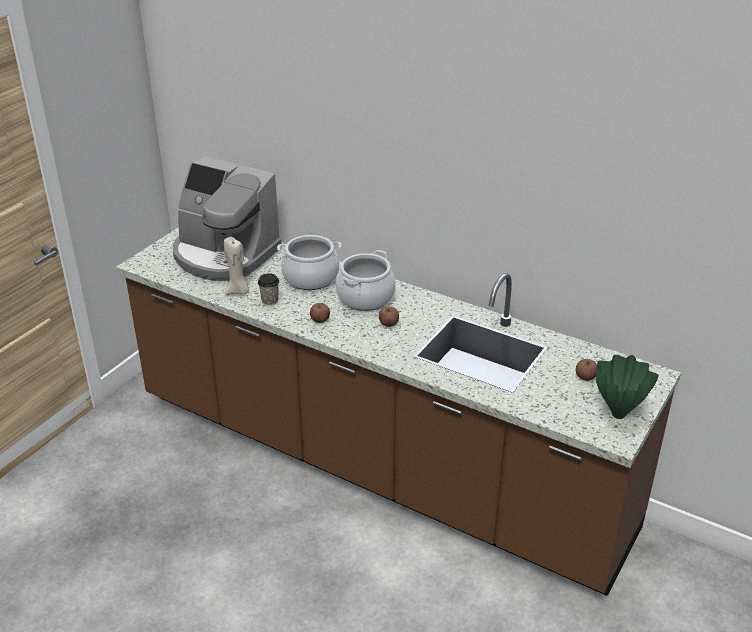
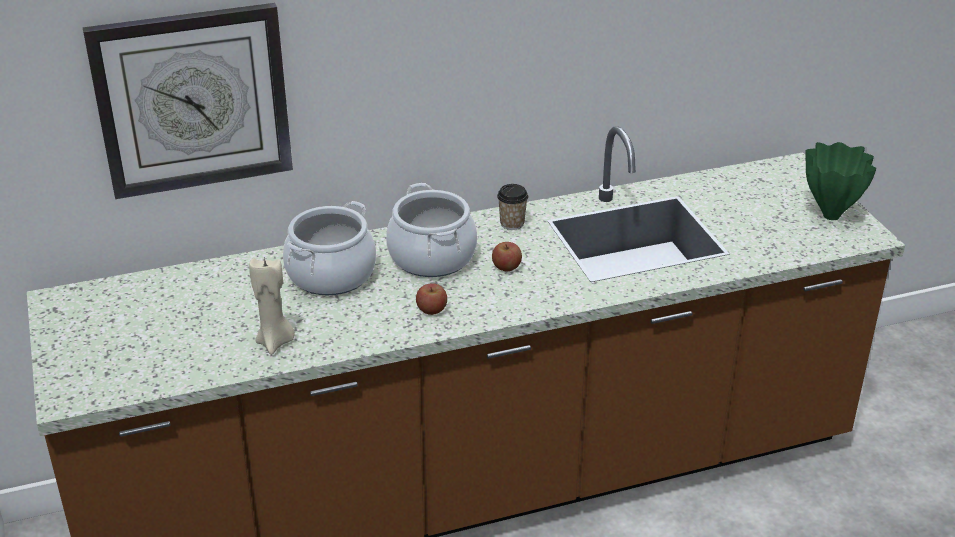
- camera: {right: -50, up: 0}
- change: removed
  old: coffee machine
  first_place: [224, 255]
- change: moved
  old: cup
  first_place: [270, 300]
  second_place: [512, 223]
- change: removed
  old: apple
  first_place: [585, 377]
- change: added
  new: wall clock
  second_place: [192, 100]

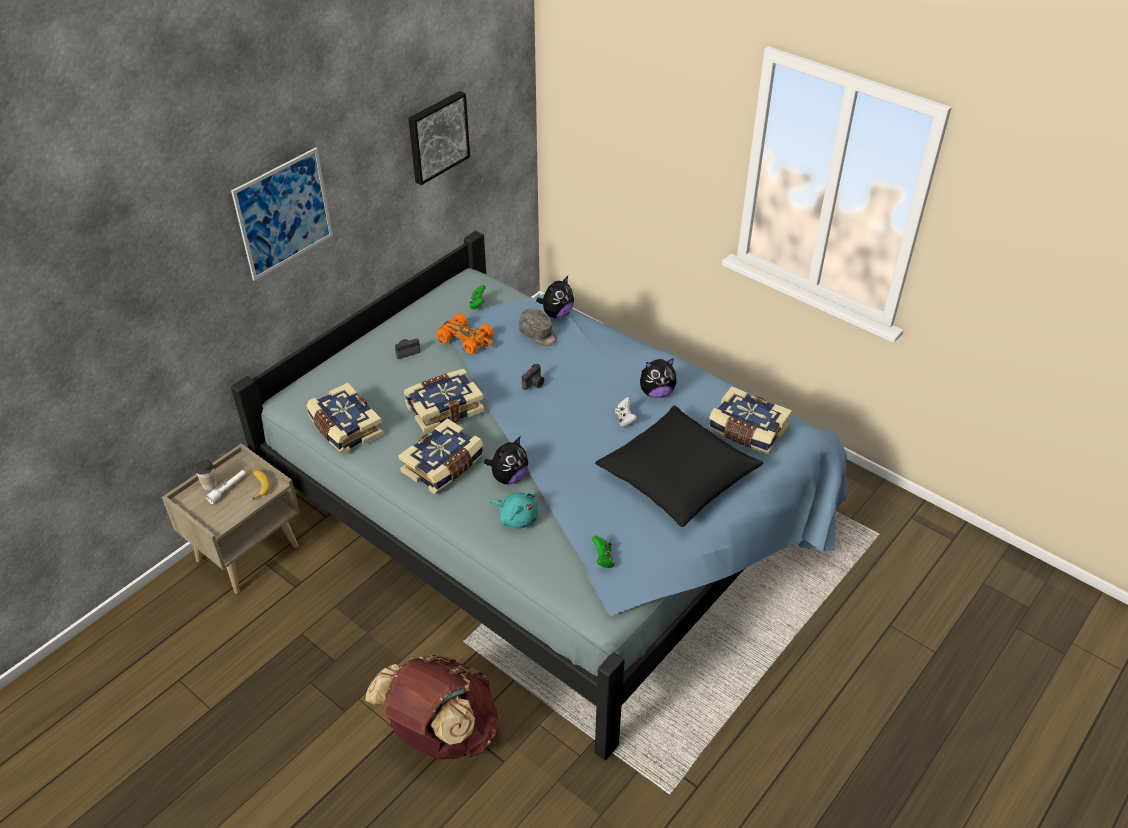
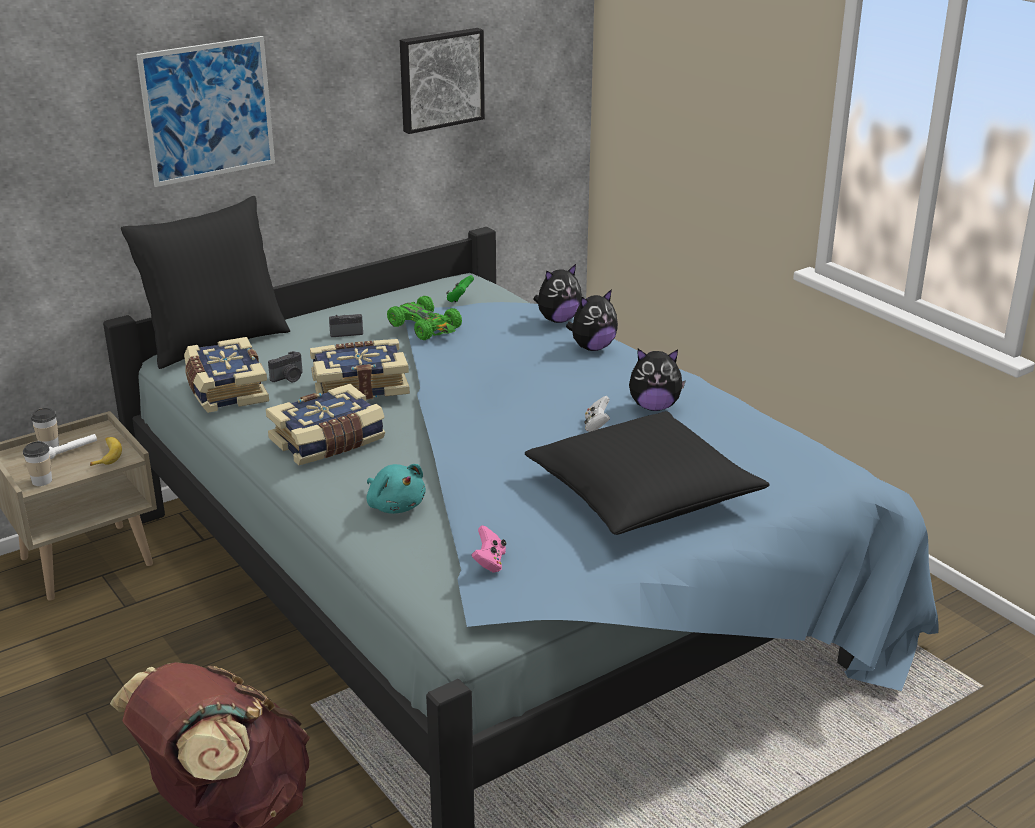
- camera: {right: 15, up: -15}
- change: recoloured
  old: orange toy car
  new: green toy car
  first_place: [466, 339]
  second_place: [426, 327]
- change: moved
  old: plush toy
  first_place: [508, 477]
  second_place: [592, 347]
- change: removed
  old: grey cap
  first_place: [538, 334]
- change: moved
  old: photo camera
  first_place: [534, 384]
  second_place: [288, 378]
- change: recoloured
  old: green game controller
  new: pink game controller
  first_place: [603, 559]
  second_place: [489, 562]
- change: removed
  old: book
  first_place: [747, 431]
- change: added
  new: cup
  second_place: [42, 481]
- change: added
  new: black pillow
  second_place: [215, 342]

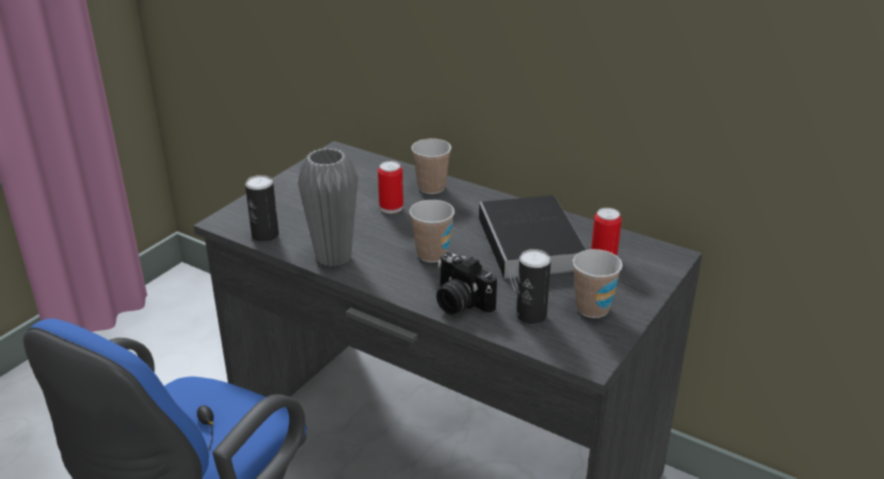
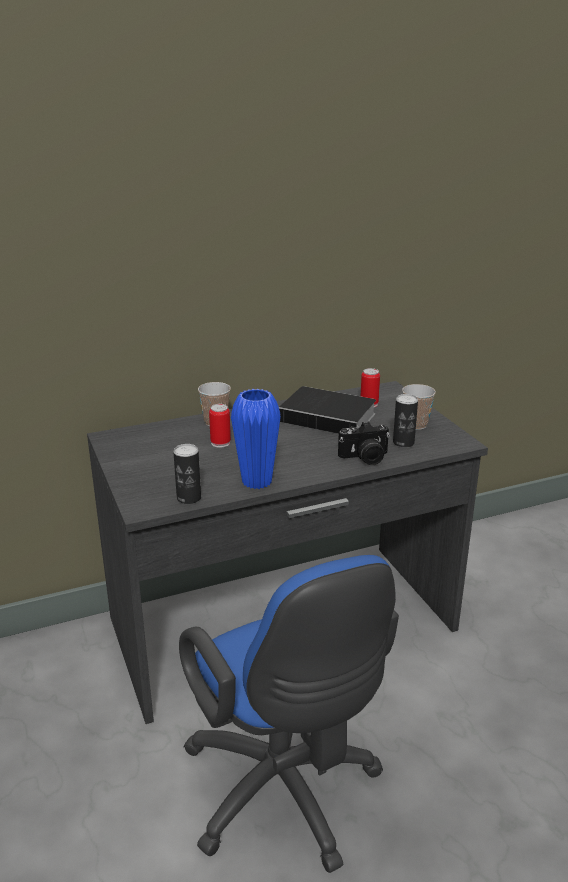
- camera: {right: -55, up: -5}
- change: recoloured
  old: grey vase
  new: blue vase
  first_place: [333, 257]
  second_place: [256, 481]
- change: removed
  old: cup
  first_place: [432, 254]

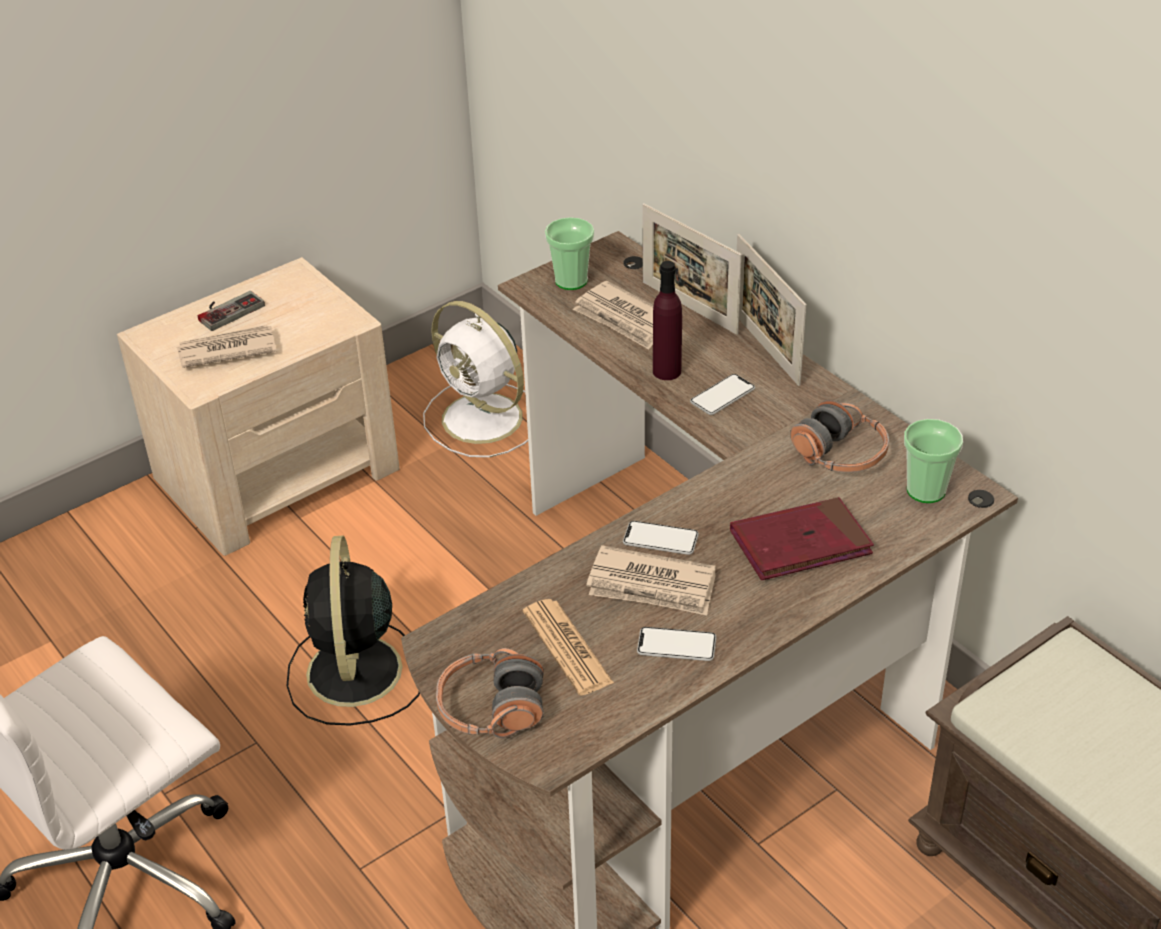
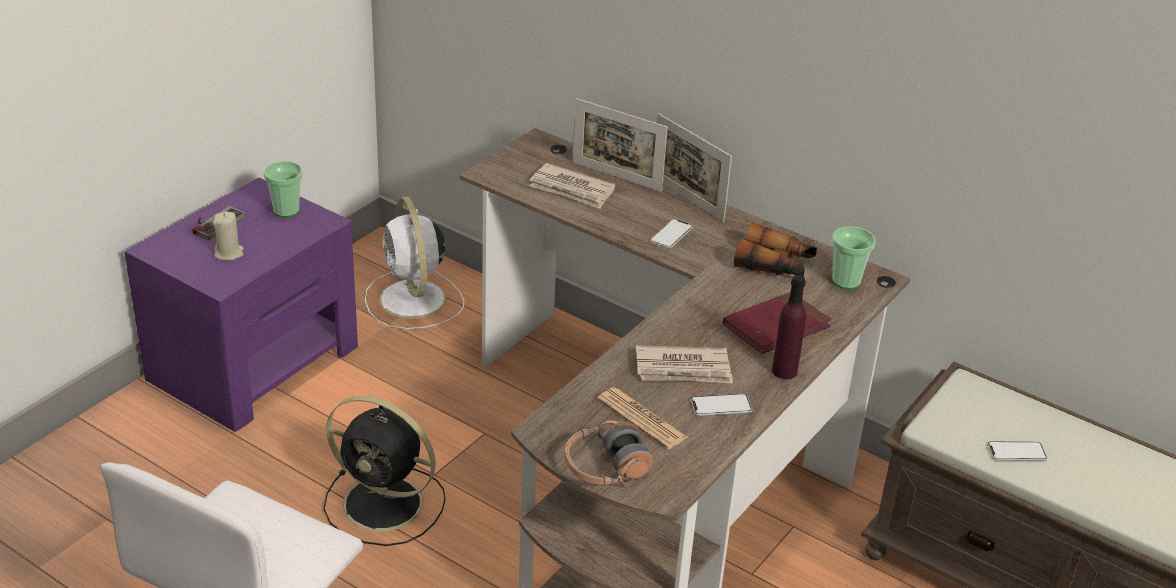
- camera: {right: -20, up: -5}
- change: recoloured
  old: beige nightstand
  new: purple nightstand
  first_place: [278, 473]
  second_place: [255, 362]
- change: replaced
  old: newspaper
  new: beige candle
  first_place: [226, 350]
  second_place: [229, 253]
- change: turned
  old: black fan
  first_place: [354, 674]
  second_place: [386, 505]
  degrees: -45
- change: turned
  old: white fan
  first_place: [485, 420]
  second_place: [413, 301]
  degrees: 45
- change: moved
  old: cup
  first_place: [571, 281]
  second_place: [286, 210]
- change: moved
  old: phone
  first_place: [660, 539]
  second_place: [1016, 452]
- change: moved
  old: purple bottle
  first_place: [667, 371]
  second_place: [784, 371]
- change: replaced
  old: headphones
  new: binoculars
  first_place: [840, 454]
  second_place: [775, 264]

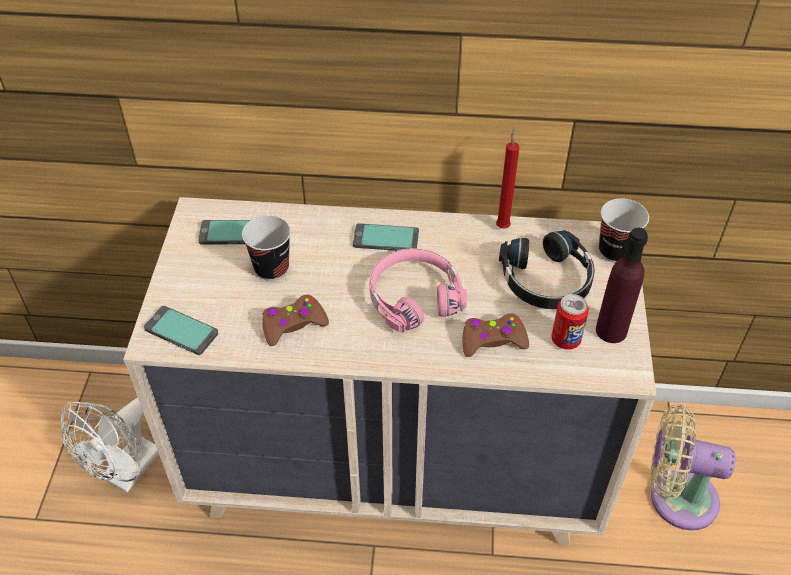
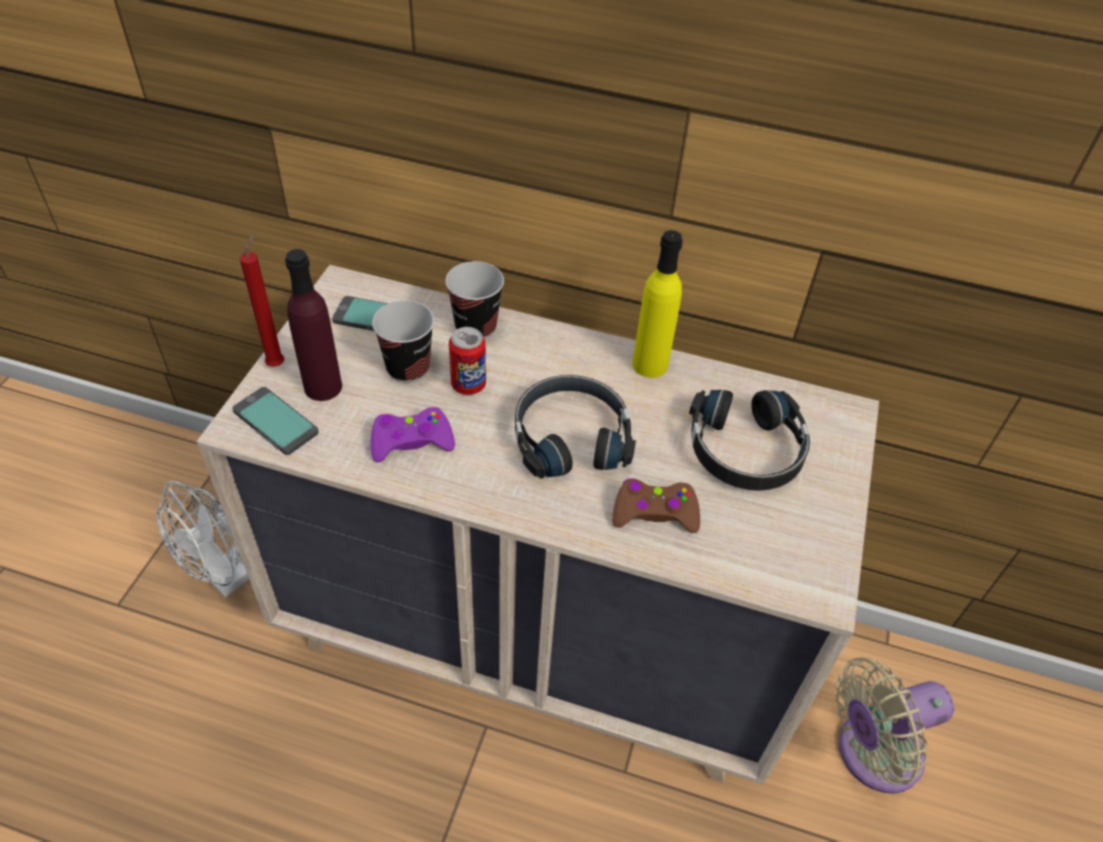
- camera: {right: 10, up: 0}
- change: recoloured
  old: brown game controller
  new: purple game controller
  first_place: [293, 325]
  second_place: [411, 441]
- change: removed
  old: phone
  first_place: [386, 239]
- change: recoloured
  old: pink headphones
  new: black headphones
  first_place: [413, 296]
  second_place: [570, 436]
- change: moved
  old: red candle
  first_place: [503, 226]
  second_place: [278, 363]
- change: moved
  old: can
  first_place: [565, 340]
  second_place: [468, 385]
- change: moved
  old: purple bottle
  first_place: [611, 330]
  second_place: [323, 387]
- change: moved
  old: cup
  first_place: [615, 251]
  second_place: [476, 327]
- change: turned
  old: beige fan
  first_place: [676, 497]
  second_place: [871, 753]
  degrees: -45
- change: added
  new: yellow bottle
  second_place: [650, 364]

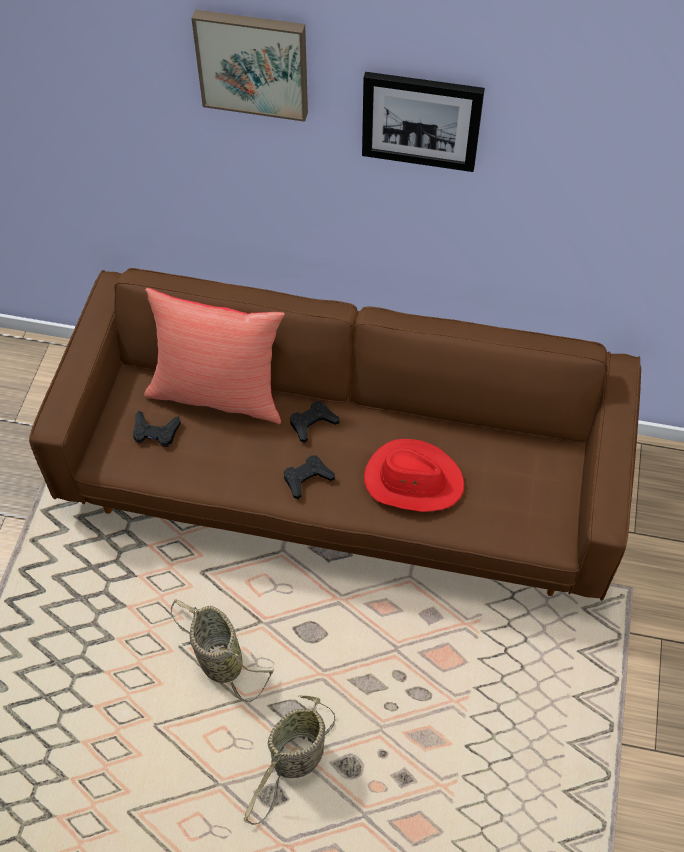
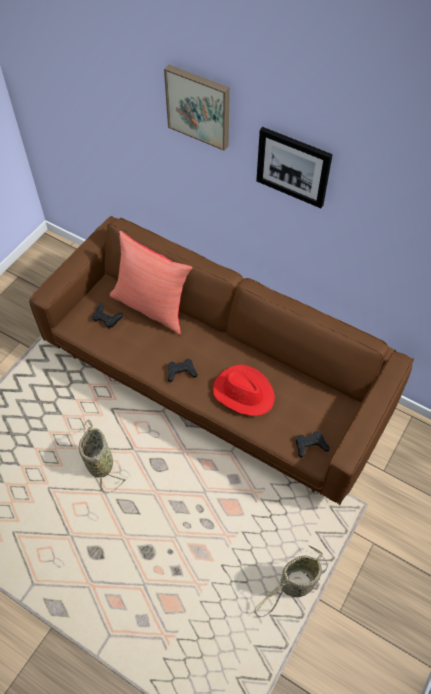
- camera: {right: 20, up: 0}
- change: moved
  old: basket
  first_place: [295, 761]
  second_place: [294, 585]
- change: moved
  old: black game controller
  first_place: [312, 423]
  second_place: [310, 445]

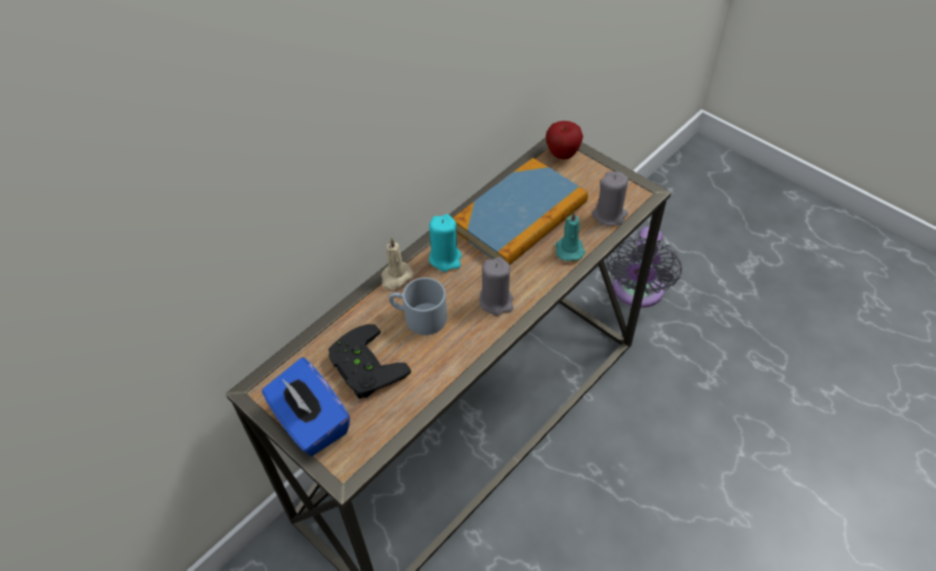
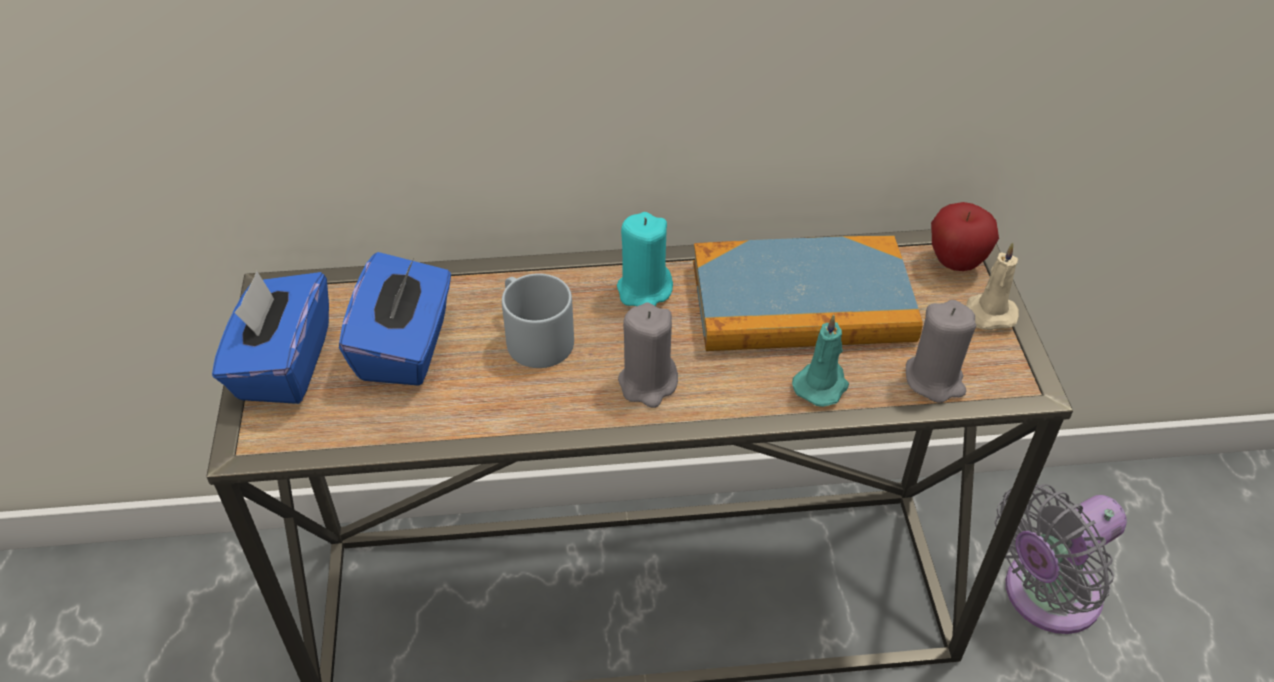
- camera: {right: 40, up: -5}
- change: replaced
  old: black game controller
  new: blue tissue box
  first_place: [363, 367]
  second_place: [406, 347]
- change: moved
  old: beige candle
  first_place: [396, 277]
  second_place: [987, 315]

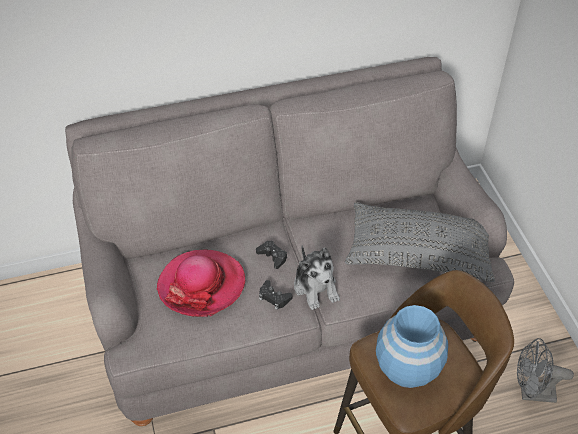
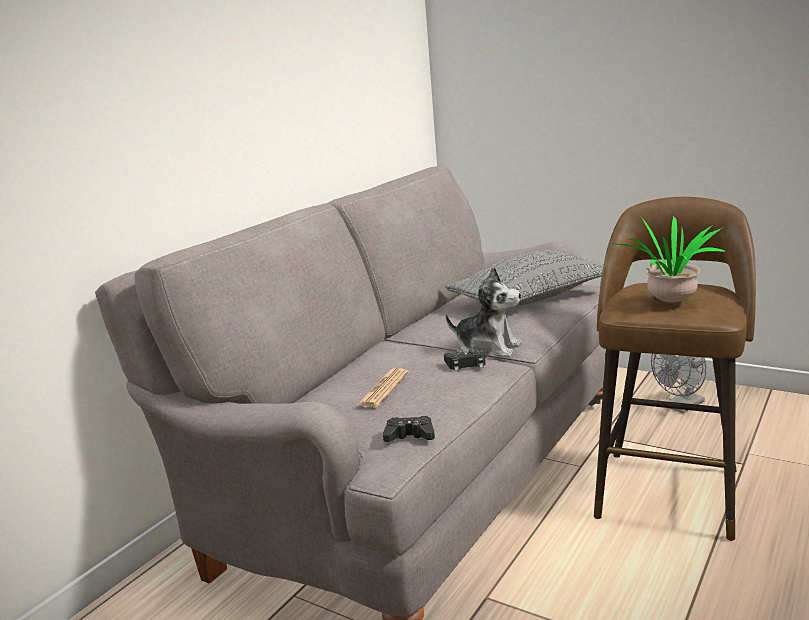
- camera: {right: -40, up: -30}
- change: replaced
  old: hat
  new: newspaper
  first_place: [201, 285]
  second_place: [383, 389]
- change: moved
  old: black game controller
  first_place: [272, 256]
  second_place: [409, 436]
- change: replaced
  old: blue vase
  new: potted plant
  first_place: [408, 368]
  second_place: [670, 301]

